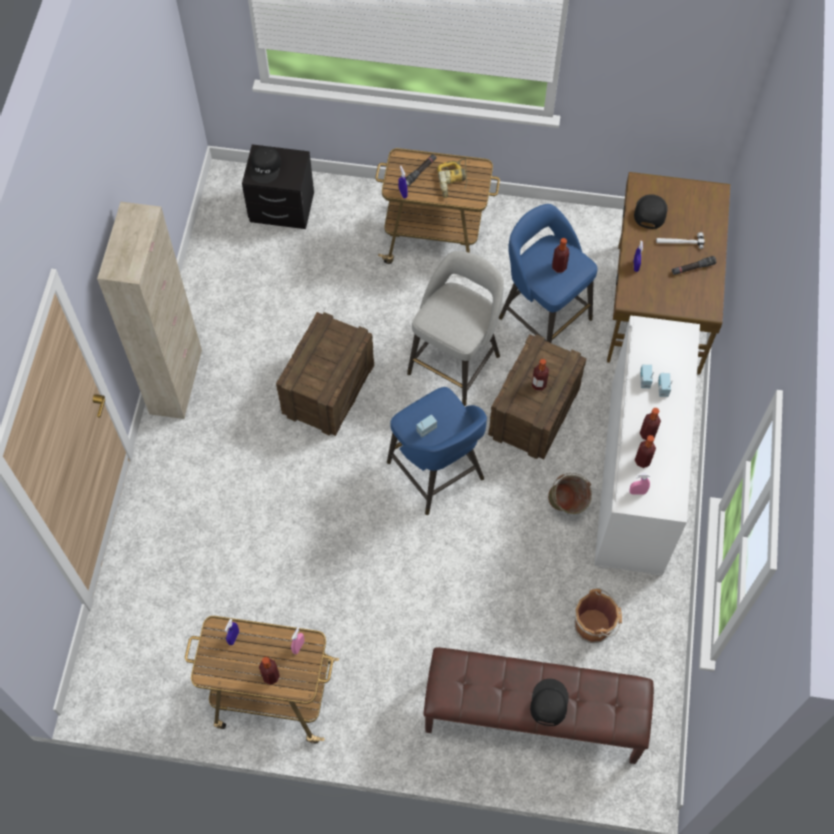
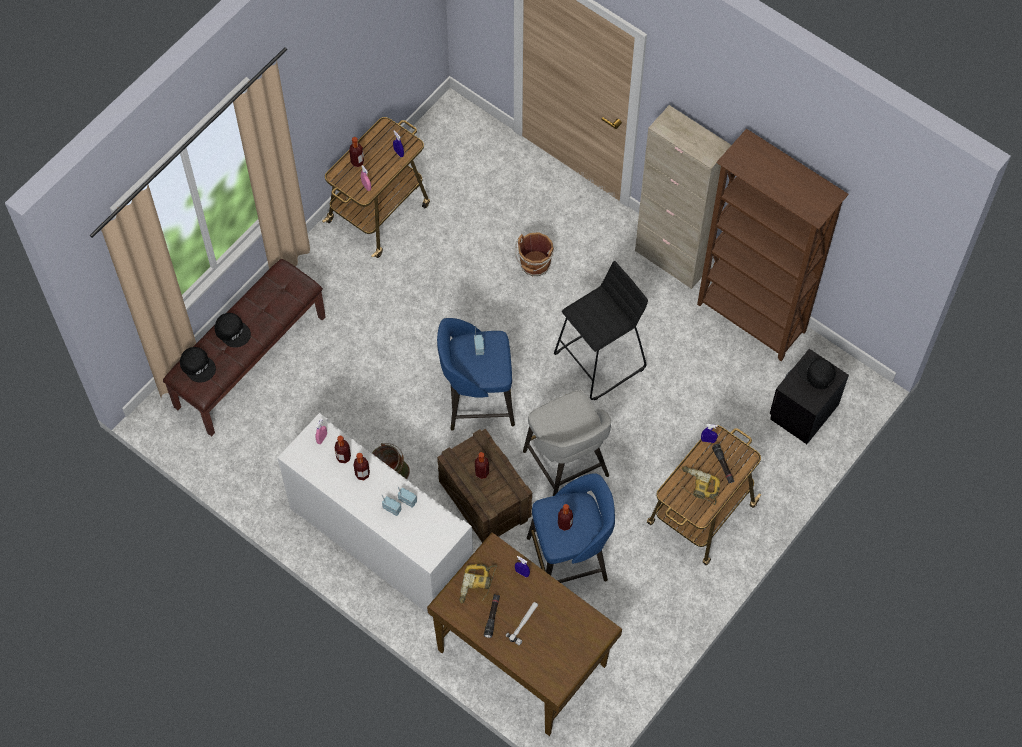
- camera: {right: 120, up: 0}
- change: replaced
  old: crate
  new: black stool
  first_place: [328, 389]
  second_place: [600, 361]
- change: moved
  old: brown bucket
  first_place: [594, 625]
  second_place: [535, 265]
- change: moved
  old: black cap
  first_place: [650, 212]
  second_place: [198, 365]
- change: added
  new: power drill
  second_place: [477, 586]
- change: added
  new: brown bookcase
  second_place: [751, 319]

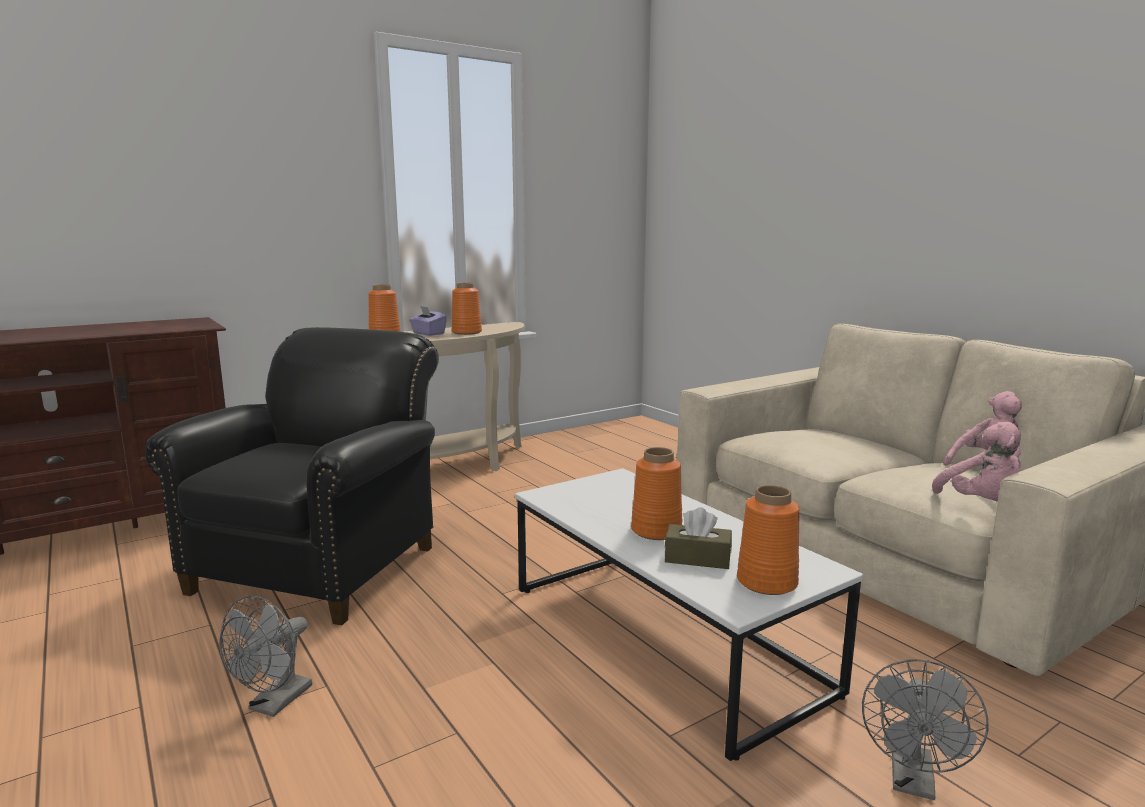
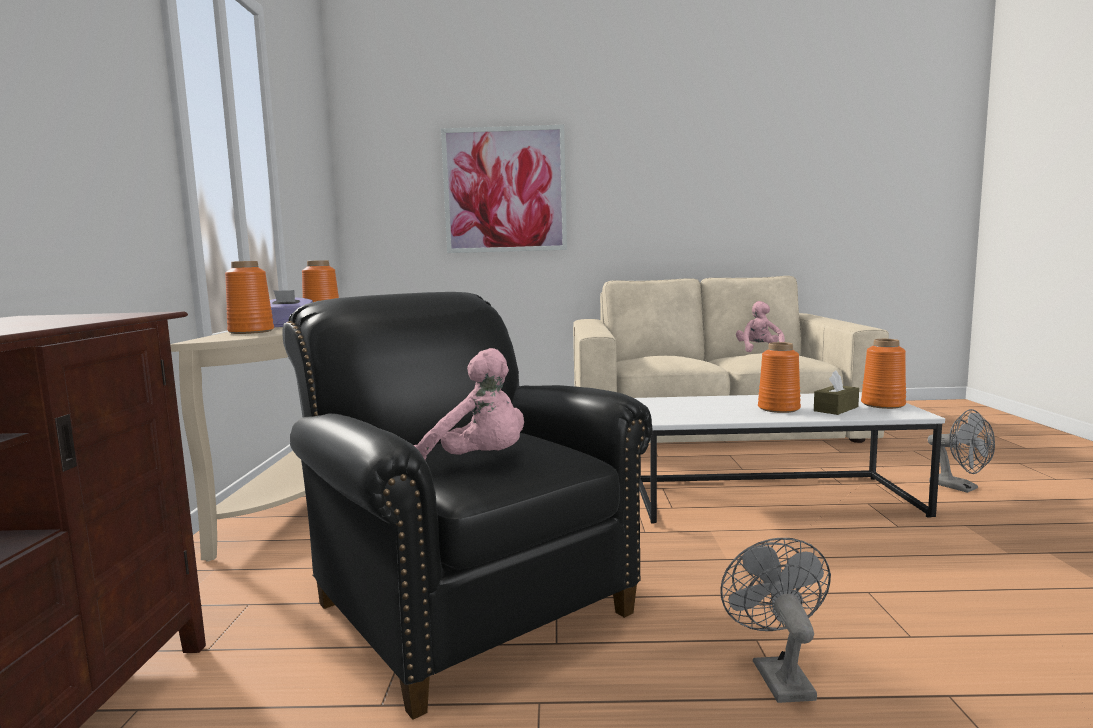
- camera: {right: -55, up: -5}
- change: turned
  old: grey fan
  first_place: [274, 704]
  second_place: [777, 674]
  degrees: -150
- change: moved
  old: pink plush toy
  first_place: [985, 506]
  second_place: [479, 462]
- change: added
  new: picture
  second_place: [504, 190]

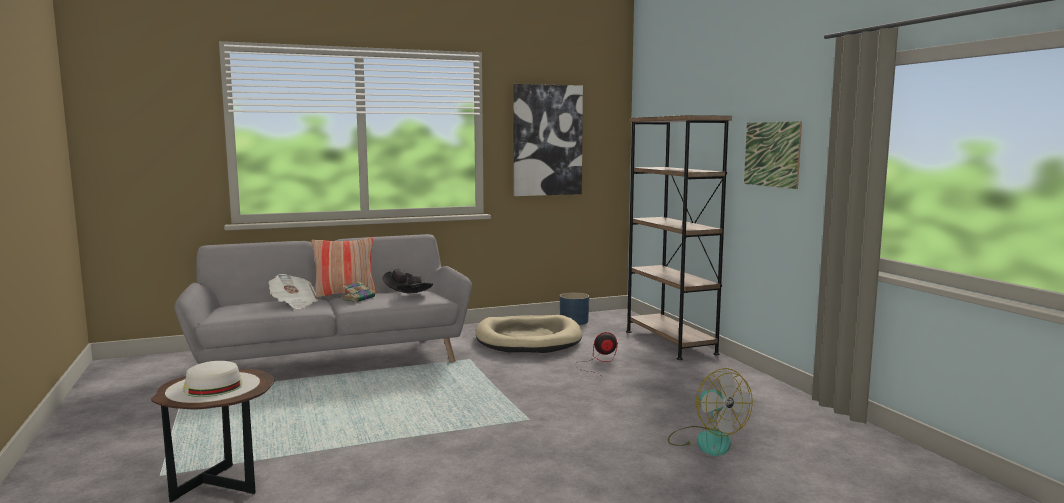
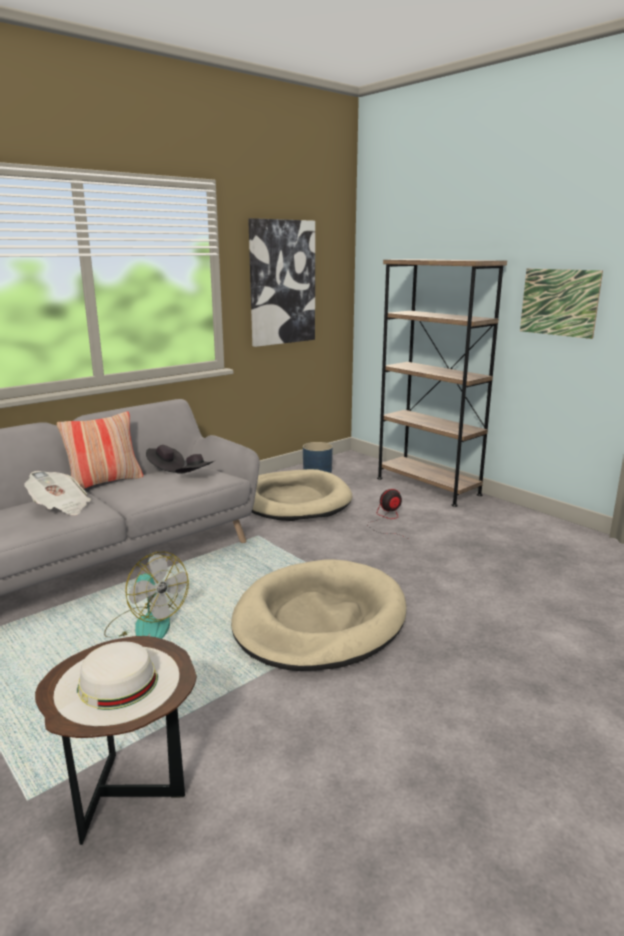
- camera: {right: -20, up: 10}
- change: removed
  old: book
  first_place: [359, 298]
- change: moved
  old: fan
  first_place: [706, 440]
  second_place: [146, 624]
- change: added
  new: beige dog bed
  second_place: [319, 620]

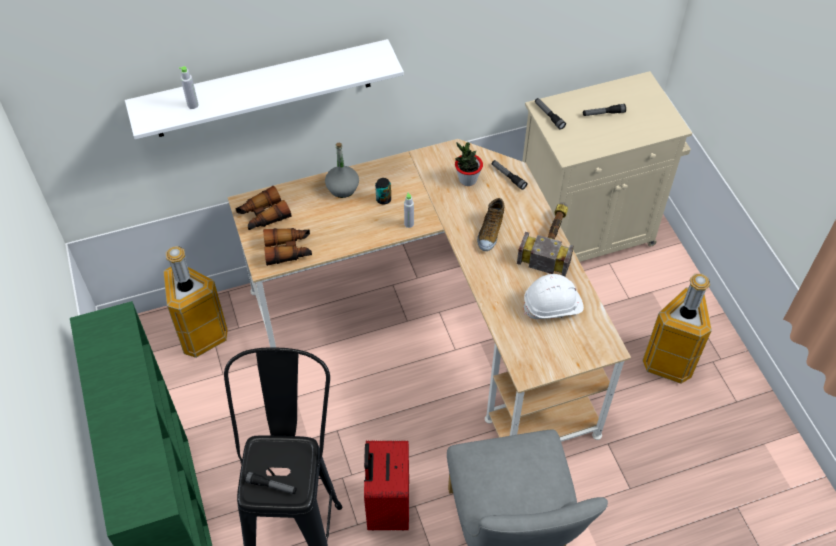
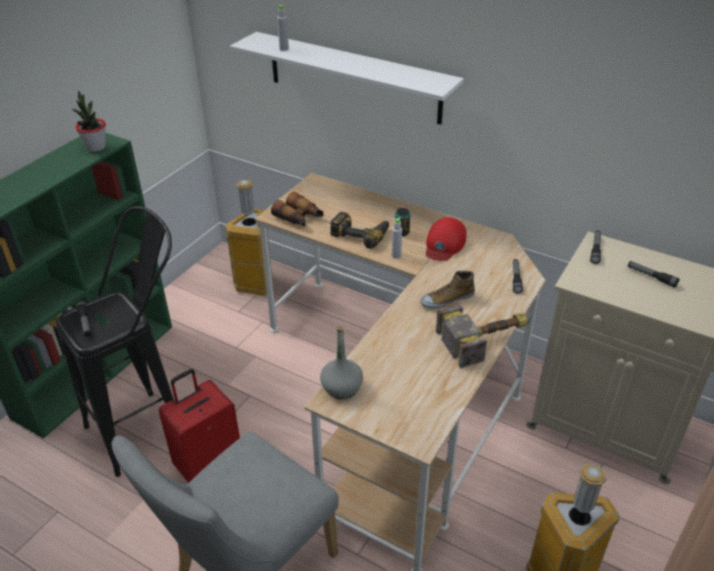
- camera: {right: 50, up: -15}
- change: removed
  old: binoculars
  first_place: [263, 215]
- change: moved
  old: grey bottle
  first_place: [342, 188]
  second_place: [342, 387]
- change: moved
  old: potted plant
  first_place: [467, 180]
  second_place: [96, 147]
- change: removed
  old: white hard hat
  first_place: [553, 306]
- change: added
  new: power drill
  second_place: [361, 233]
- change: added
  new: red cap
  second_place: [444, 244]

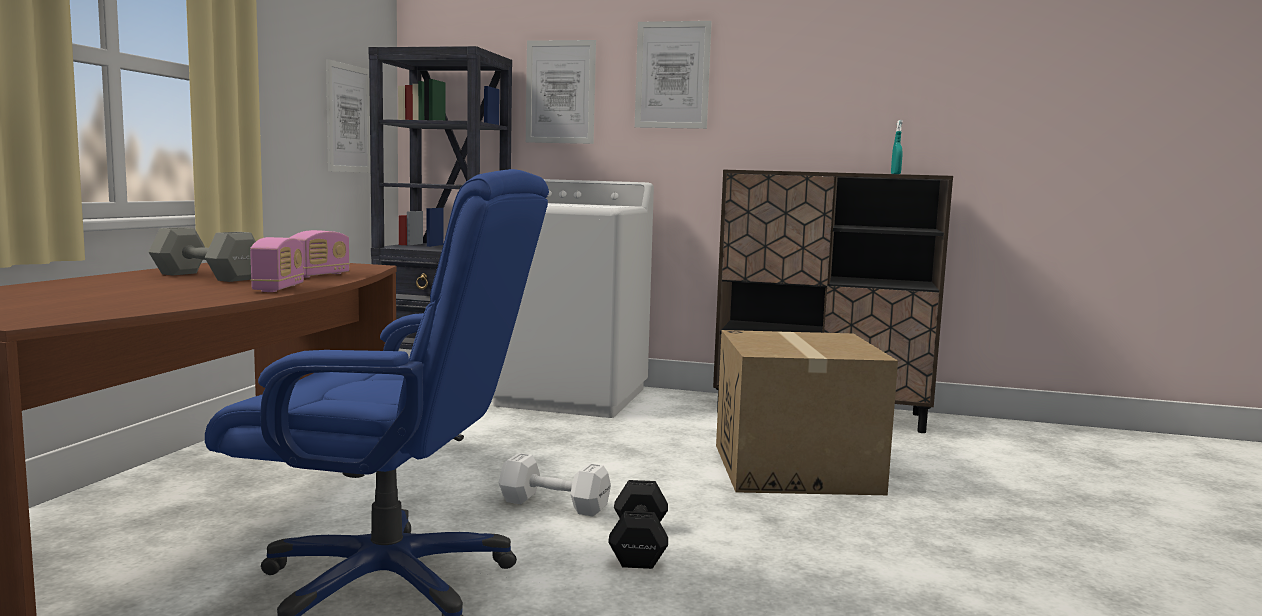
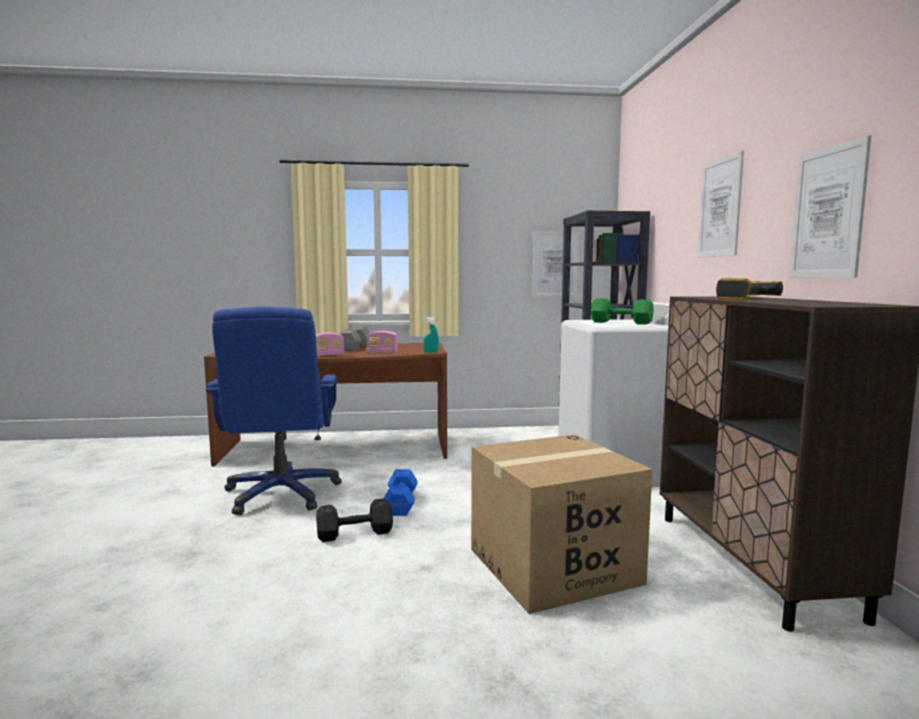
- camera: {right: 70, up: 0}
- change: recoloured
  old: white dumbbell
  new: blue dumbbell
  first_place: [552, 504]
  second_place: [401, 503]
- change: moved
  old: picture
  first_place: [560, 92]
  second_place: [827, 213]
- change: moved
  old: turquoise spray bottle
  first_place: [895, 174]
  second_place: [431, 352]
- change: added
  new: green dumbbell
  second_place: [622, 323]
- change: added
  new: power drill
  second_place: [740, 298]

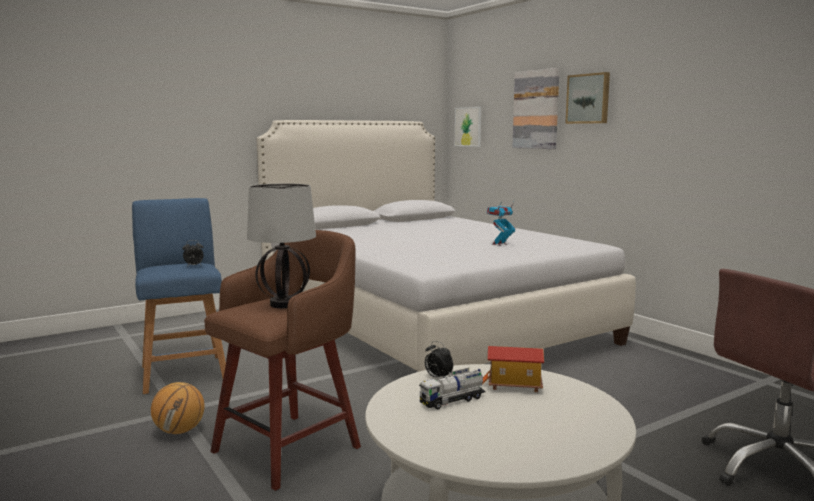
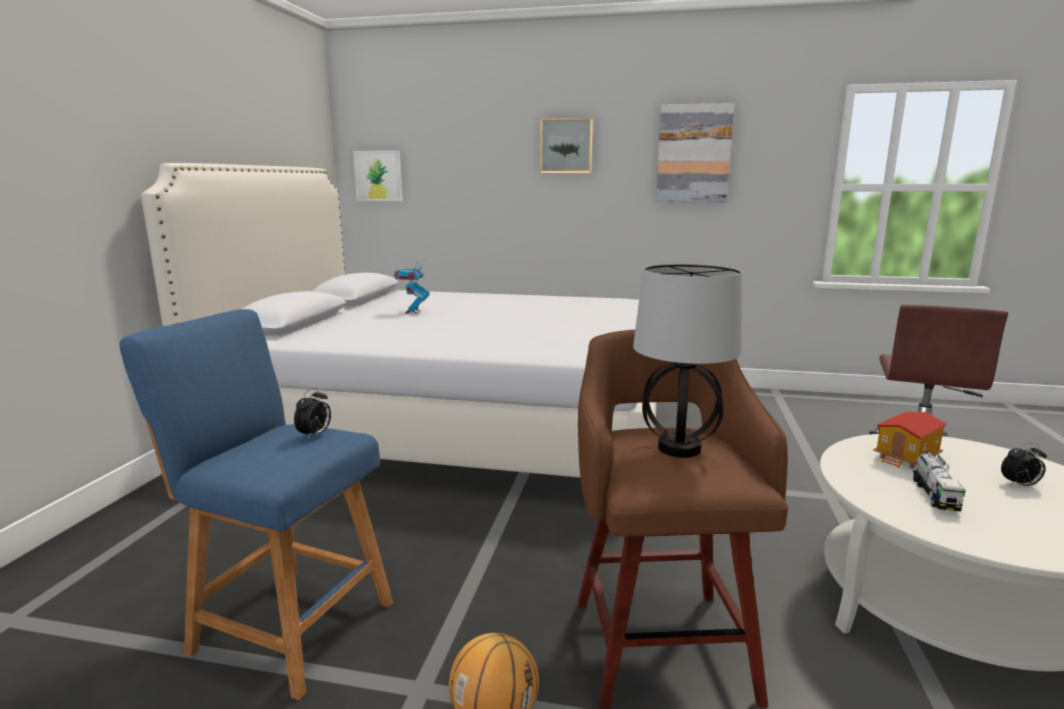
- camera: {right: -45, up: 5}
- change: moved
  old: alarm clock
  first_place: [437, 377]
  second_place: [1019, 485]
- change: moved
  old: toy robot
  first_place: [499, 244]
  second_place: [413, 312]
- change: moved
  old: picture
  first_place: [536, 109]
  second_place: [693, 154]

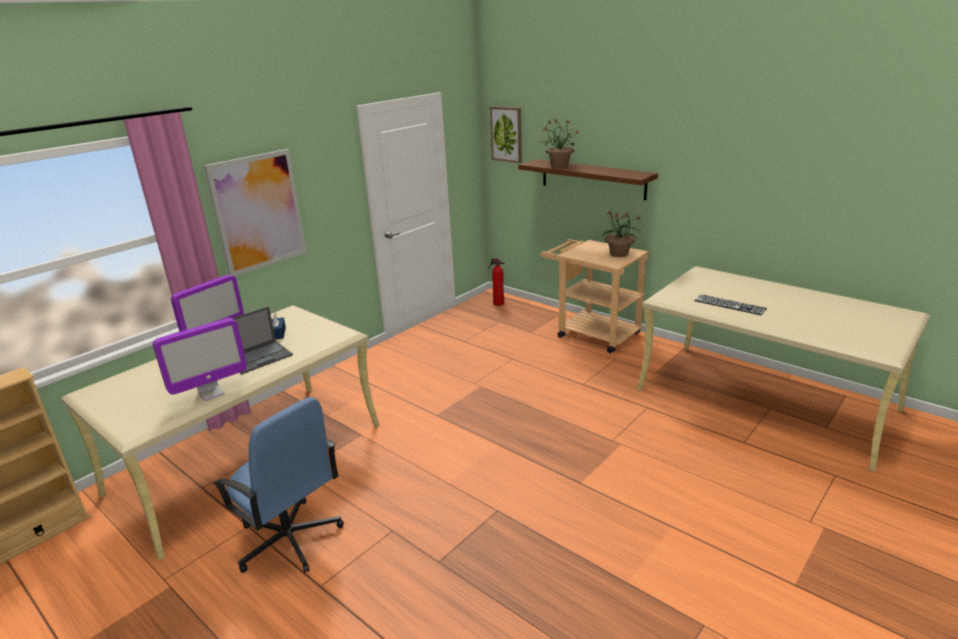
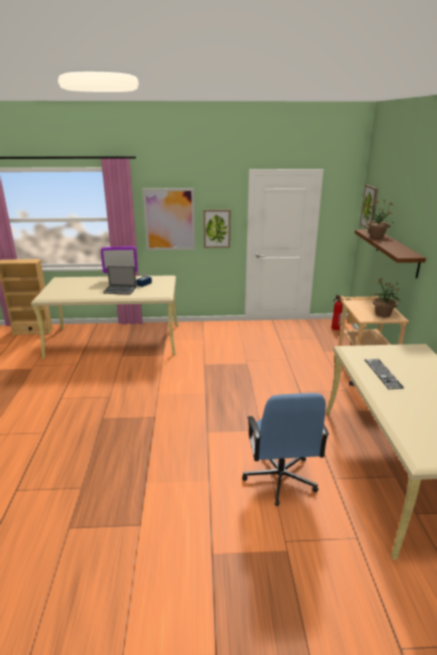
- camera: {right: 45, up: 0}
- change: removed
  old: monitor
  first_place: [211, 393]
- change: moved
  old: blue office chair
  first_place: [289, 540]
  second_place: [280, 478]
- change: added
  new: picture
  second_place: [216, 228]

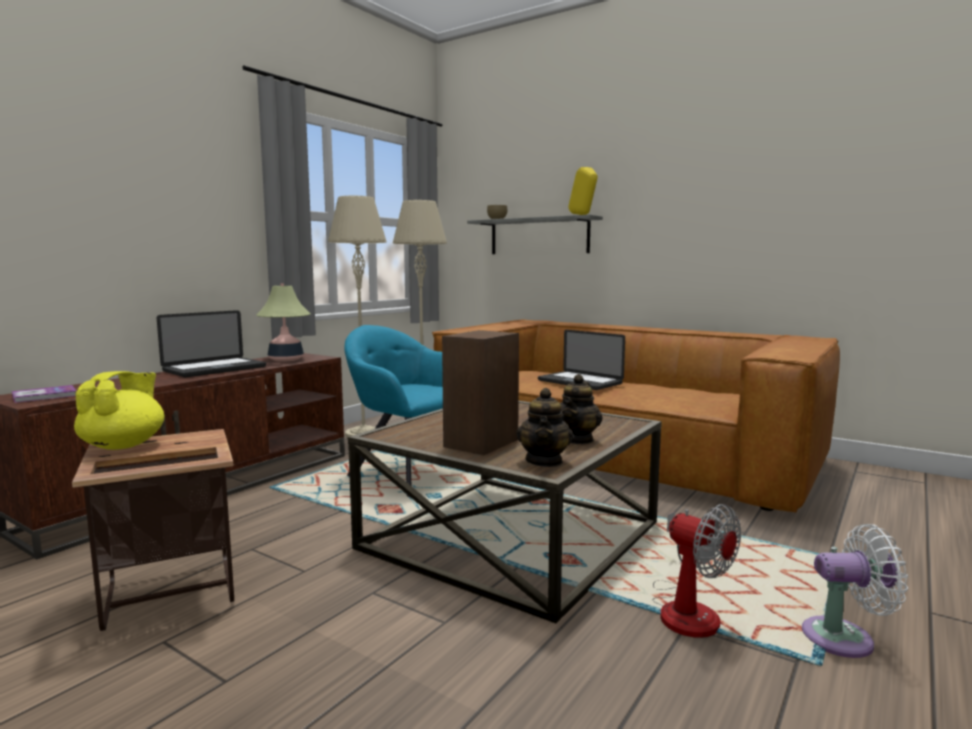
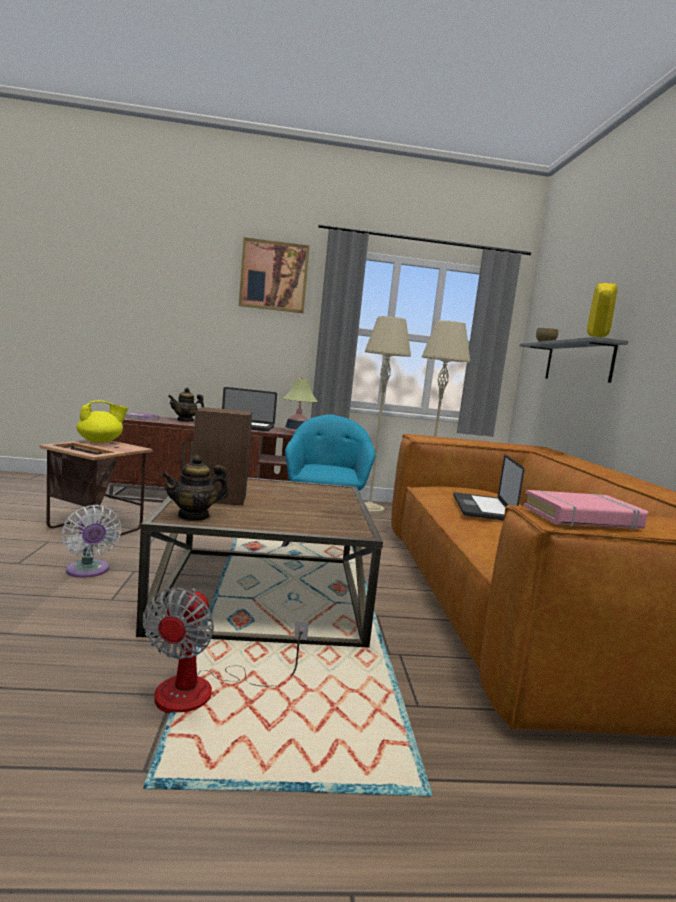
- camera: {right: 50, up: 0}
- change: moved
  old: teapot
  first_place: [577, 439]
  second_place: [185, 420]
- change: moved
  old: white fan
  first_place: [845, 638]
  second_place: [88, 571]
- change: added
  new: picture
  second_place: [274, 276]
- change: added
  new: pink book
  second_place: [582, 518]

